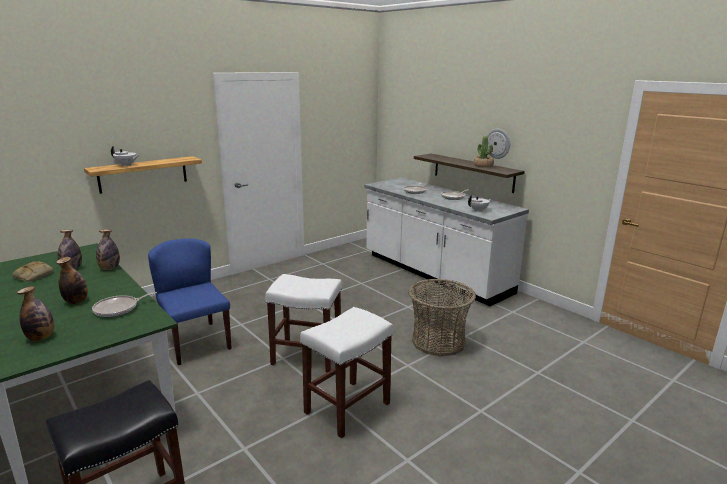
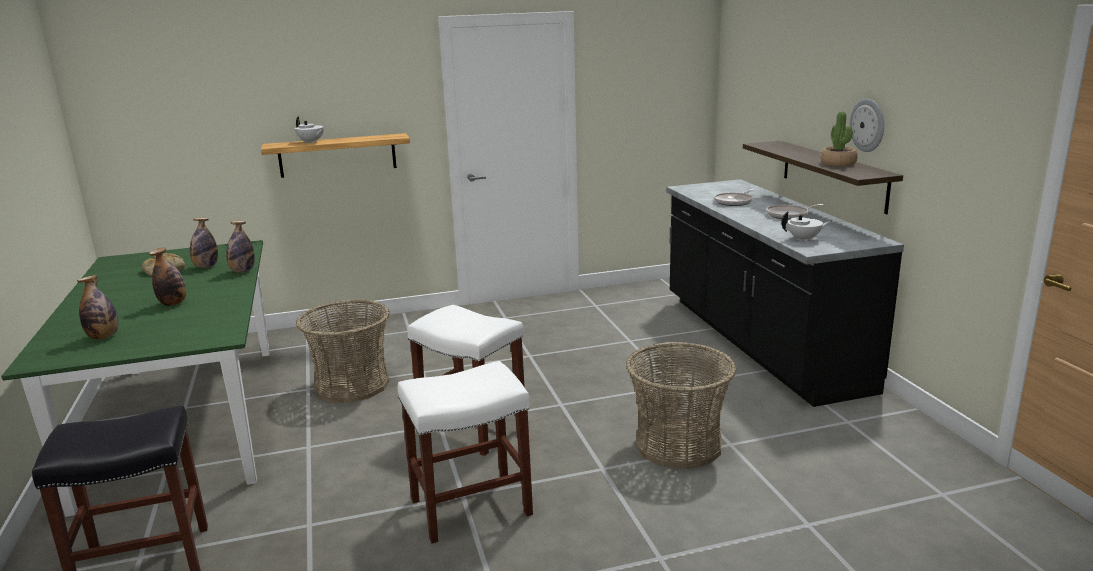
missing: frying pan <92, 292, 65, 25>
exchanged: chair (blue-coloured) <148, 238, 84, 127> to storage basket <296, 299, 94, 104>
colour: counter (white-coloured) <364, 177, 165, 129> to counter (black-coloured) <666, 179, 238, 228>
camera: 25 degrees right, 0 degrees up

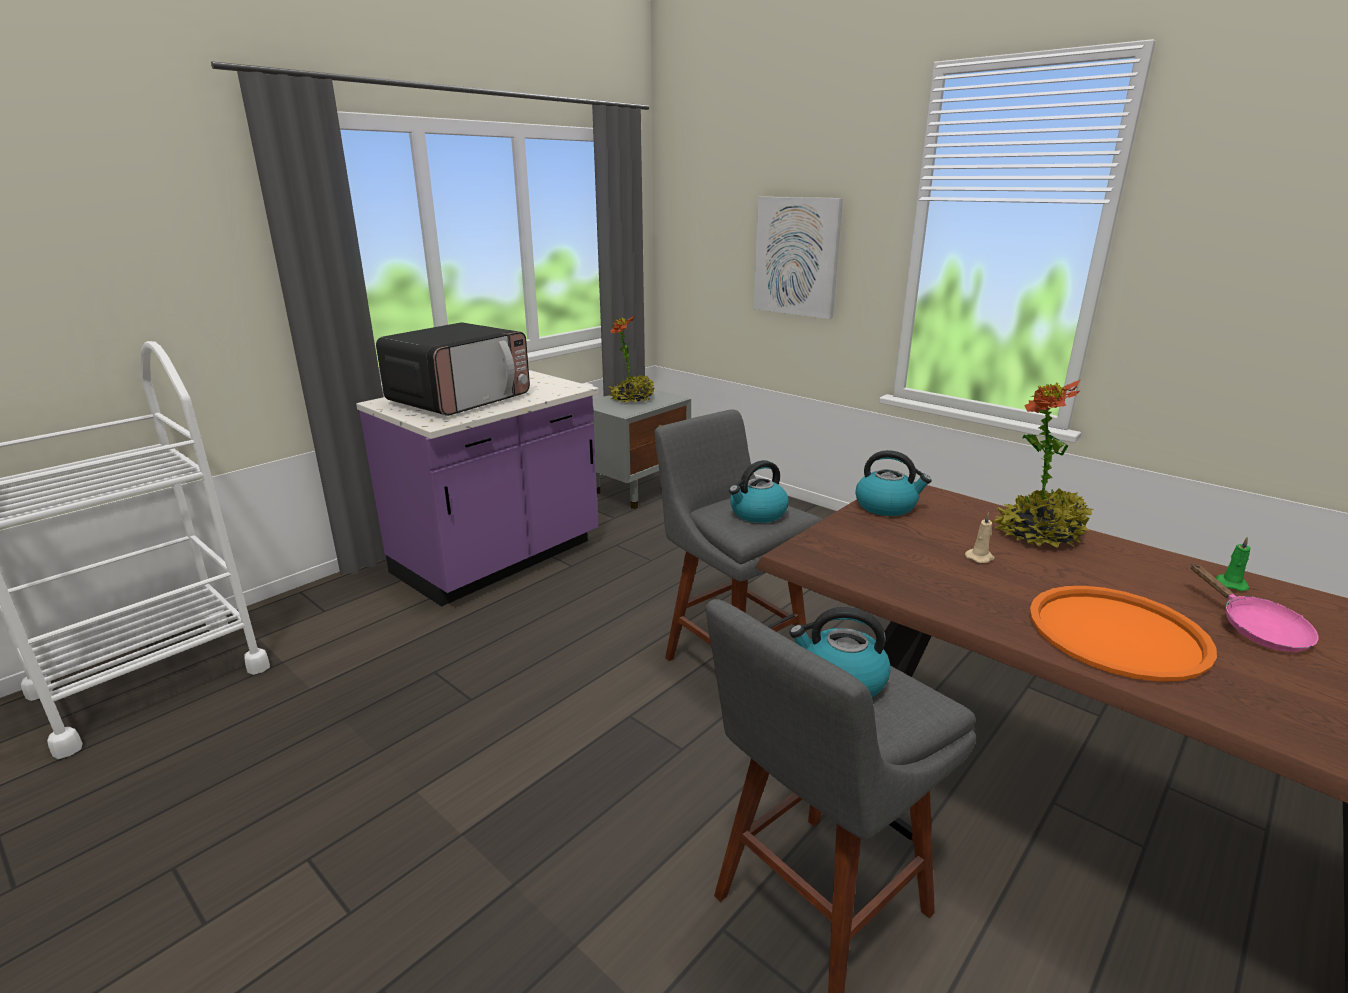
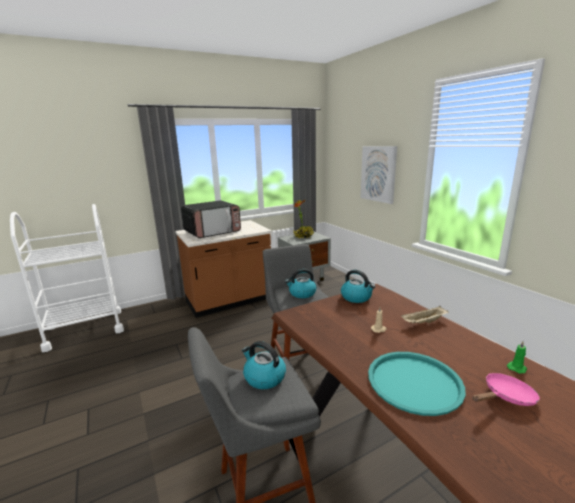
exchanged: plant in a pot <991, 379, 103, 169> to serving tray (beige-coloured) <401, 306, 47, 17>
colour: counter (purple) <356, 370, 243, 237> to counter (brownish) <175, 220, 97, 98>; serving tray (orangey) <1030, 586, 187, 96> to serving tray (blue-green) <368, 352, 98, 64>
spun: frying pan (pink) <1191, 563, 127, 89> = <473, 373, 67, 33> 120 degrees counterclockwise
camera: 20 degrees right, 5 degrees down

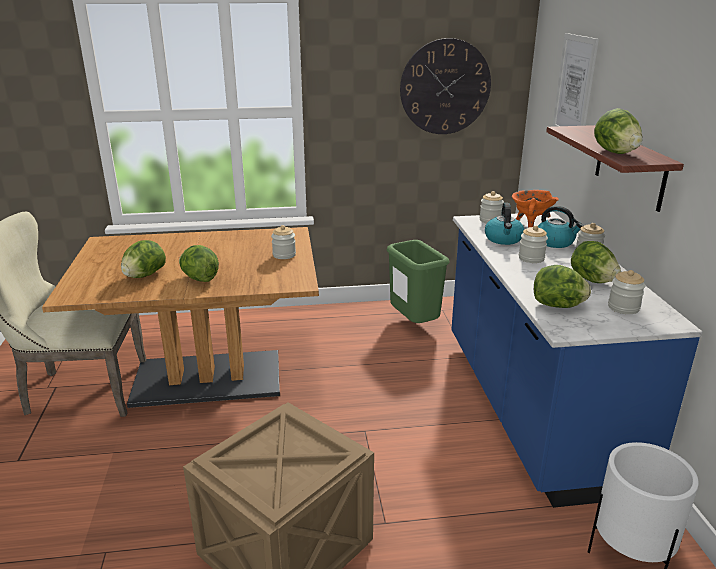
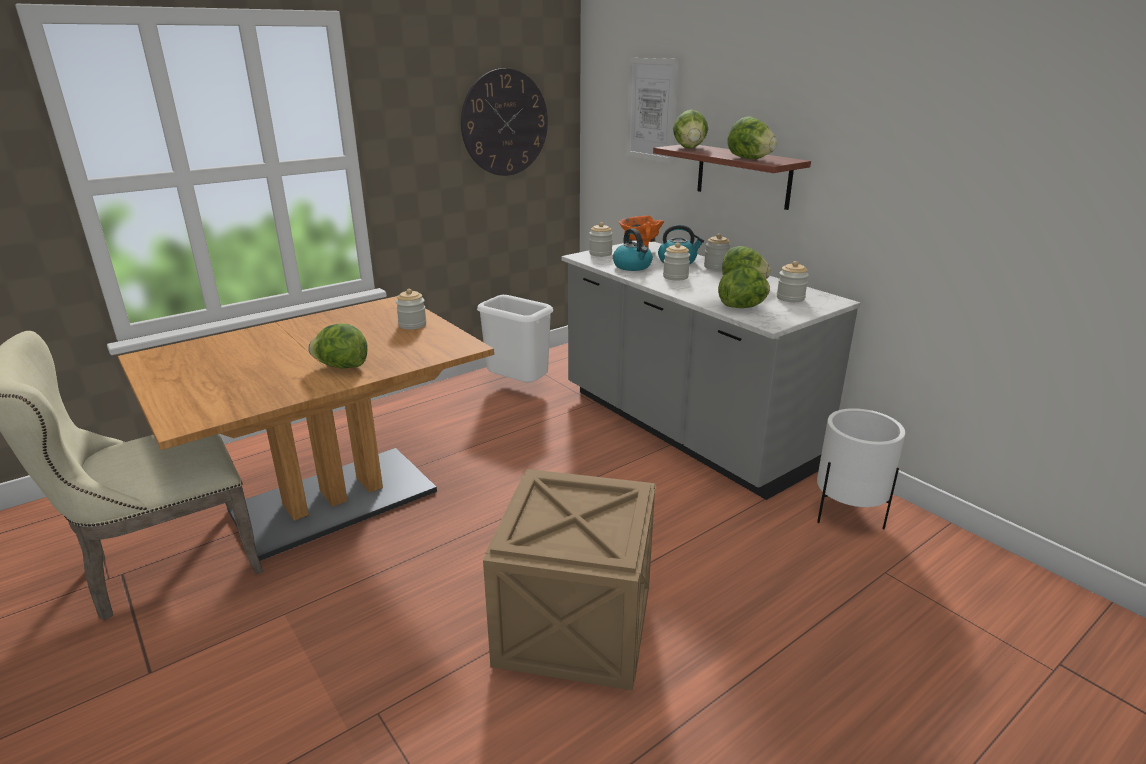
relocated: head of lettuce <121, 240, 45, 38> to <673, 109, 35, 40>
colour: waste bin (green) <387, 240, 62, 83> to waste bin (white-coloured) <477, 295, 76, 87>; counter (blue-coloured) <451, 212, 252, 296> to counter (gray) <562, 241, 298, 259>
camera: 30 degrees left, 0 degrees up

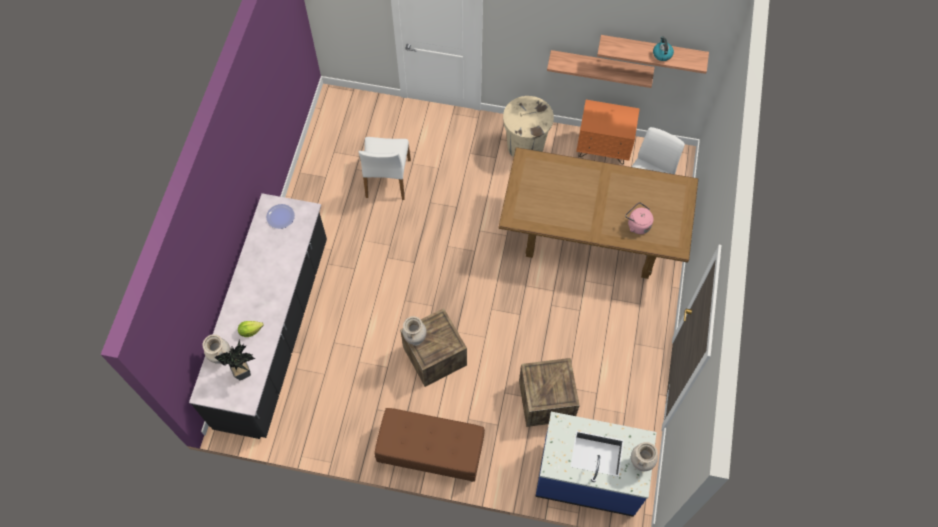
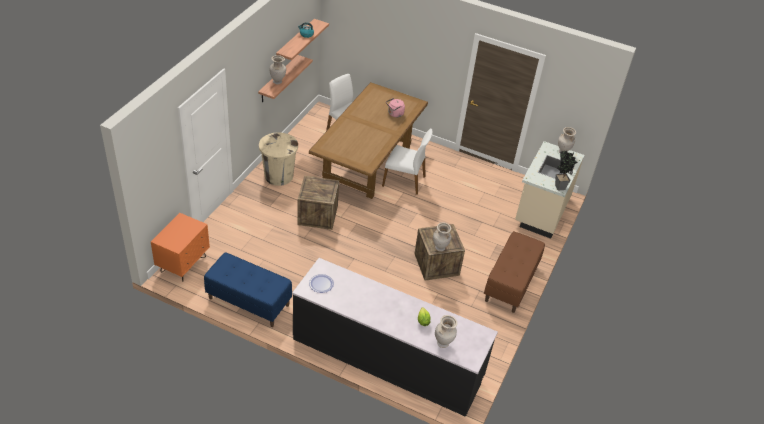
appeared: long seat (blue-coloured) <204, 252, 88, 75>; decorative vase (beige-coloured) <269, 55, 17, 30>
relocated: bedside table (orangey) <576, 100, 64, 65> to <151, 213, 59, 69>; crate <519, 358, 61, 69> to <297, 176, 42, 54>; chair (white-coloured) <358, 137, 53, 63> to <382, 128, 50, 67>; plant in a pot <215, 340, 40, 40> to <555, 151, 23, 40>
colour: counter (blue-coloured) <535, 412, 122, 105> to counter (beige-coloured) <515, 141, 69, 98>
camera: 80 degrees left, 20 degrees down

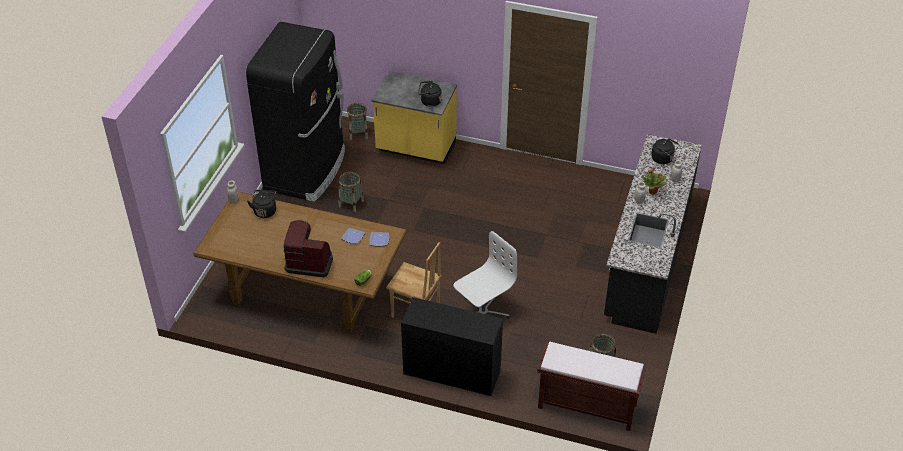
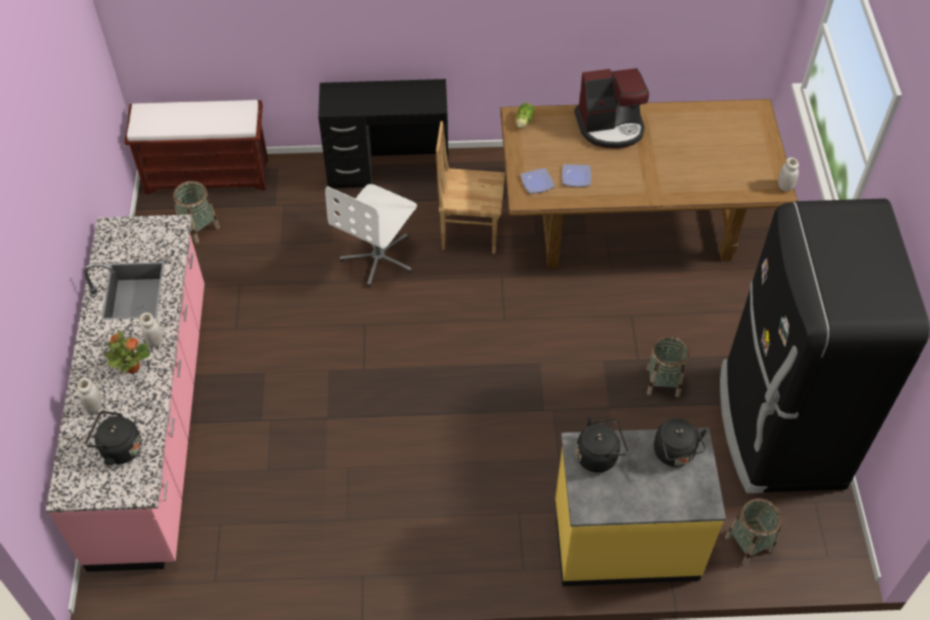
relocated: kettle (black-coloured) <247, 190, 29, 28> to <654, 418, 53, 49>
colour: counter (black-coloured) <604, 134, 98, 200> to counter (pink) <46, 215, 158, 357>
camera: 160 degrees right, 10 degrees up

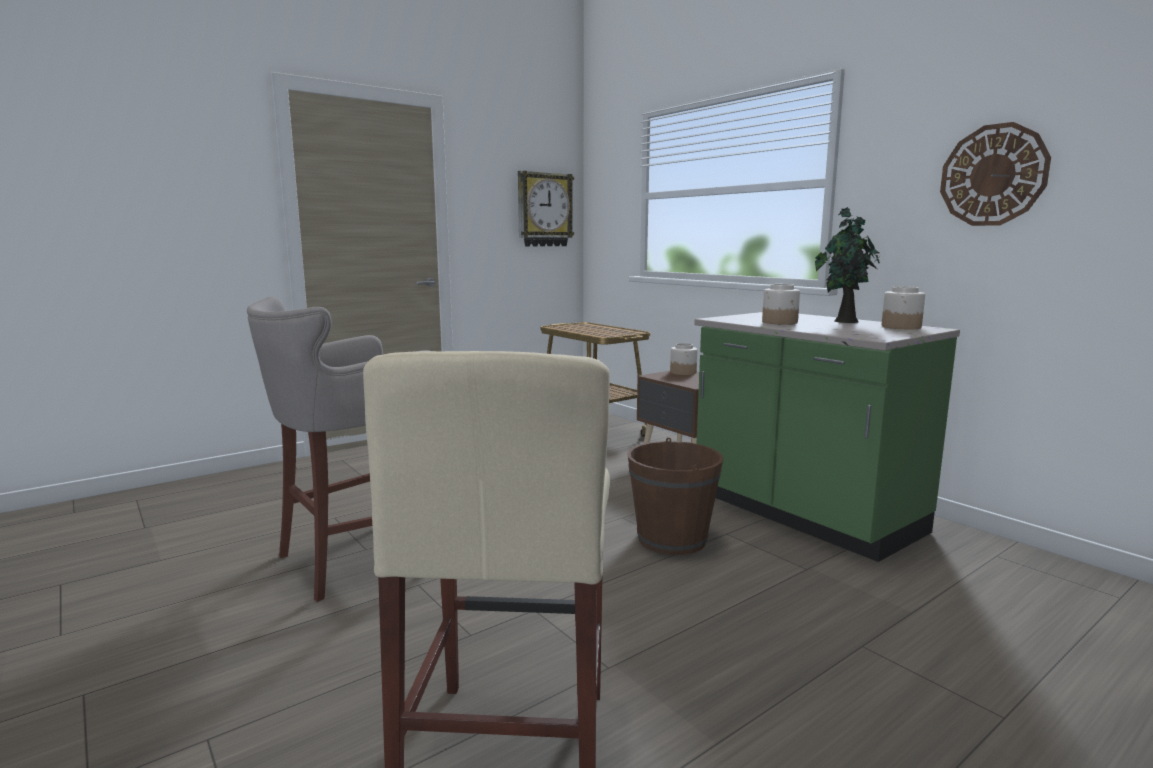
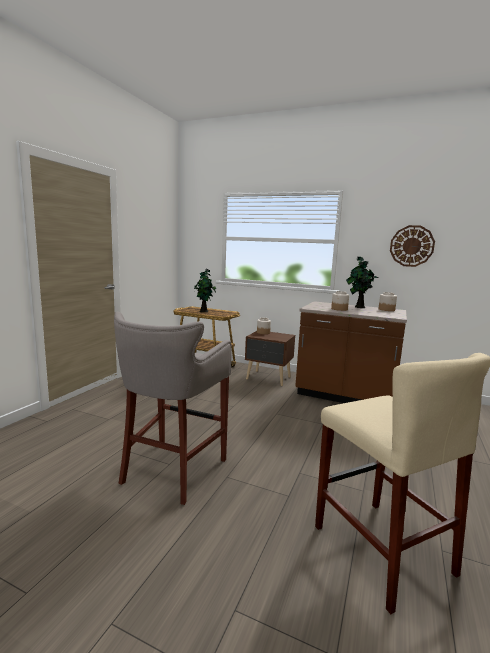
missing: hanging clock <518, 171, 56, 75>; water bucket (brownish) <627, 437, 96, 118>
appeared: plant in a pot <194, 269, 23, 44>
colour: counter (green) <694, 312, 266, 250> to counter (brownish) <295, 301, 112, 102>
camera: 30 degrees left, 0 degrees up

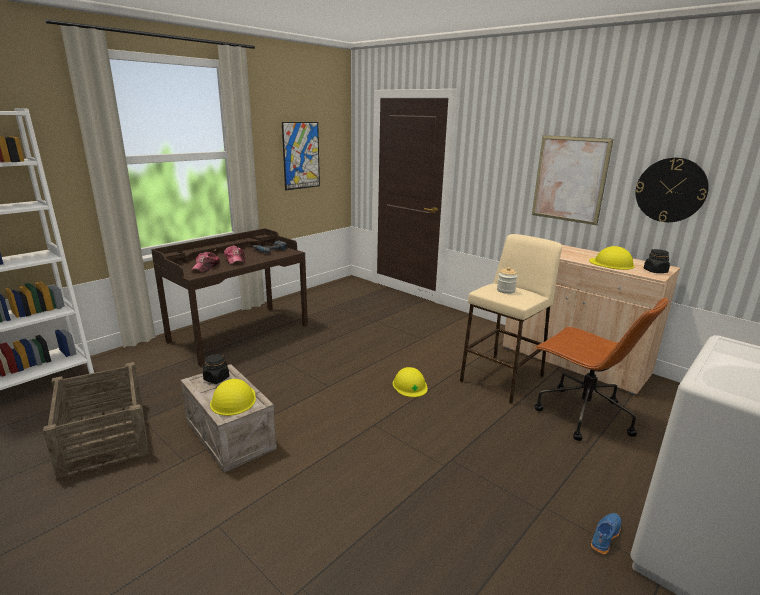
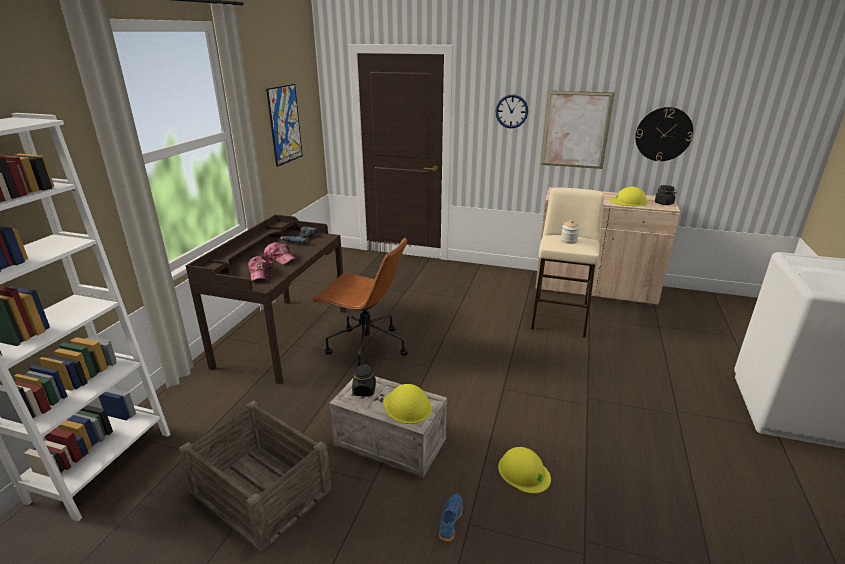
appeared: hanging clock <496, 94, 32, 34>
relocated: office chair (brownish) <534, 297, 134, 144> to <311, 237, 97, 130>; low shoe (blue-coloured) <591, 513, 30, 41> to <439, 493, 24, 49>; work helmet (yellow-coloured) <393, 367, 35, 30> to <498, 447, 53, 47>
camera: 25 degrees left, 5 degrees up

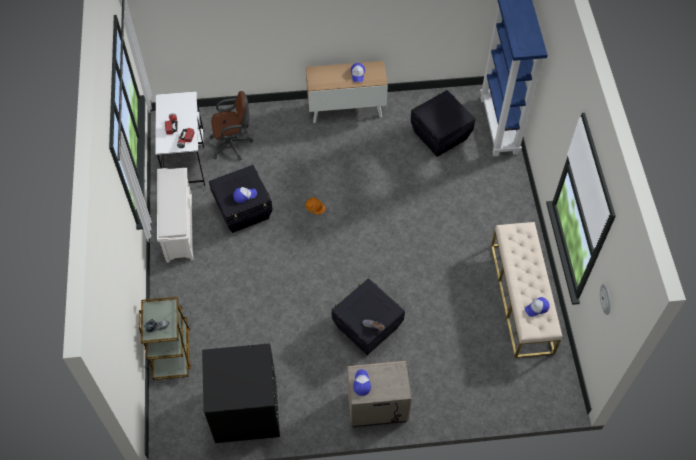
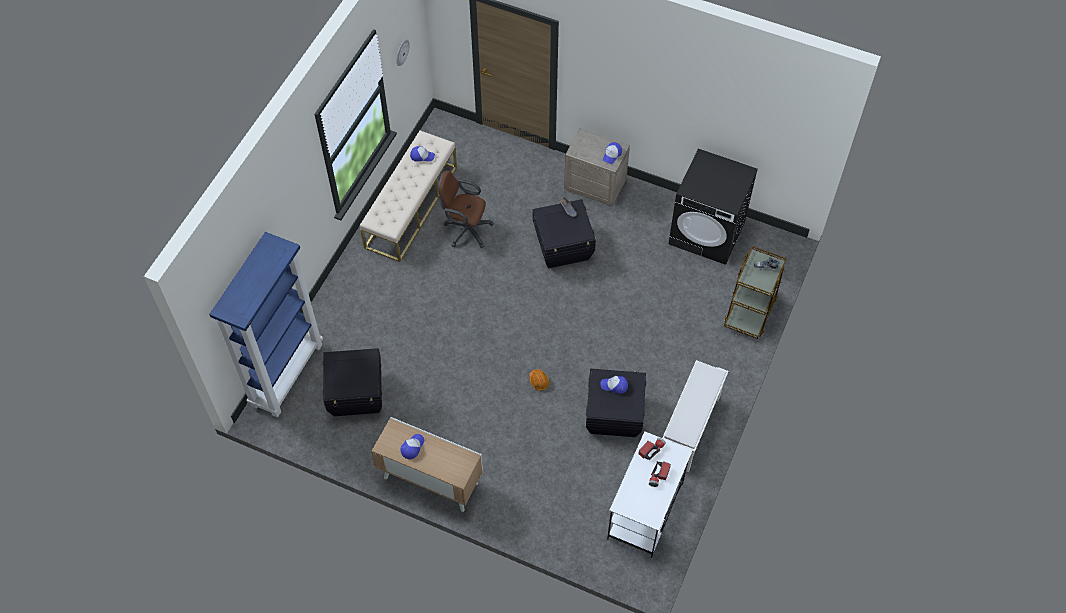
relocated: office chair (brownish) <209, 91, 44, 69> to <438, 171, 56, 77>
camera: 150 degrees left, 0 degrees up

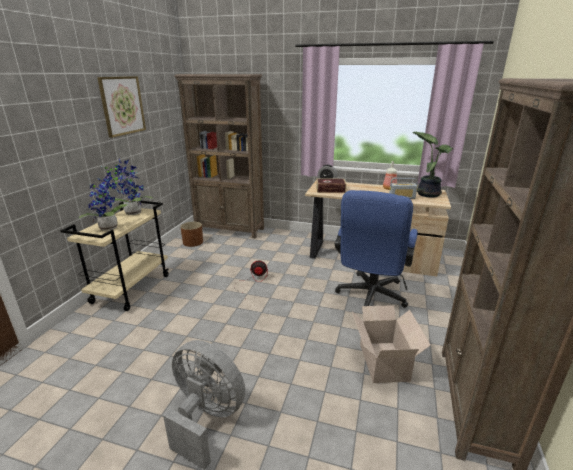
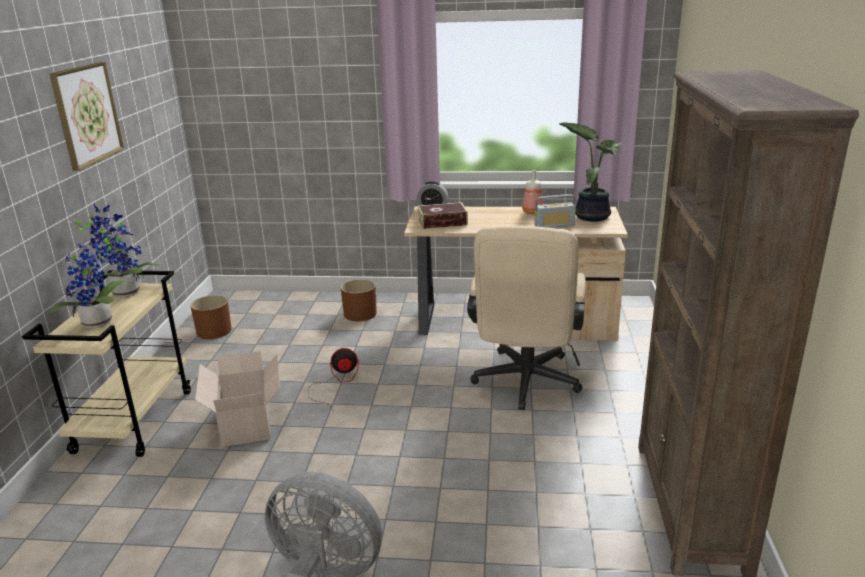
missing: bookshelf (brownish) <174, 74, 90, 165>
appeared: flower pot (brownish) <341, 279, 36, 42>
relocated: carton <352, 305, 79, 78> to <195, 351, 85, 96>
colour: office chair (blue-coloured) <335, 190, 83, 124> to office chair (beige-coloured) <467, 226, 119, 184>
camera: 10 degrees left, 0 degrees up

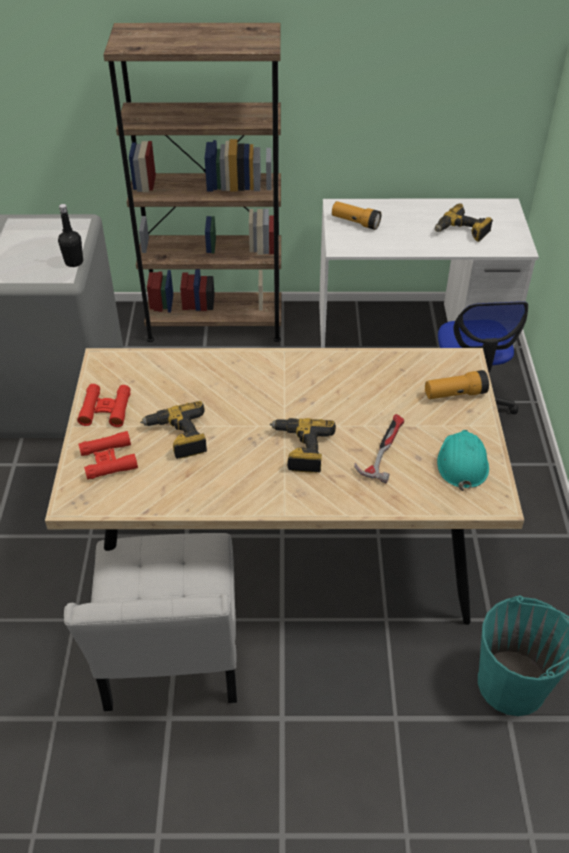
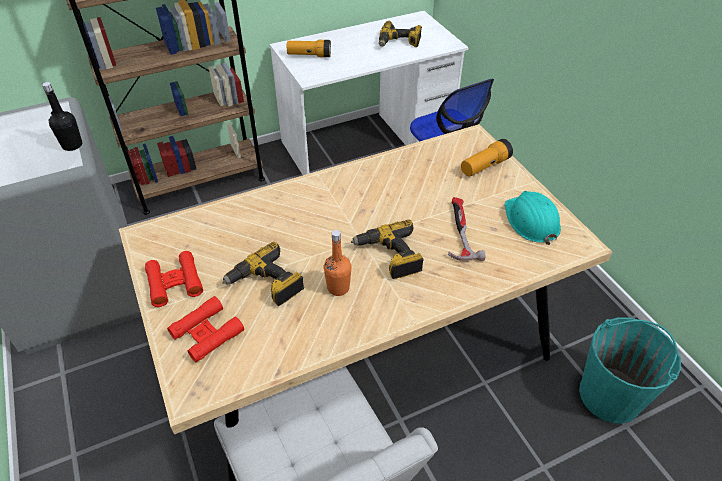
appeared: drink bottle (orangey) <324, 230, 28, 66>
camera: 25 degrees left, 0 degrees up

